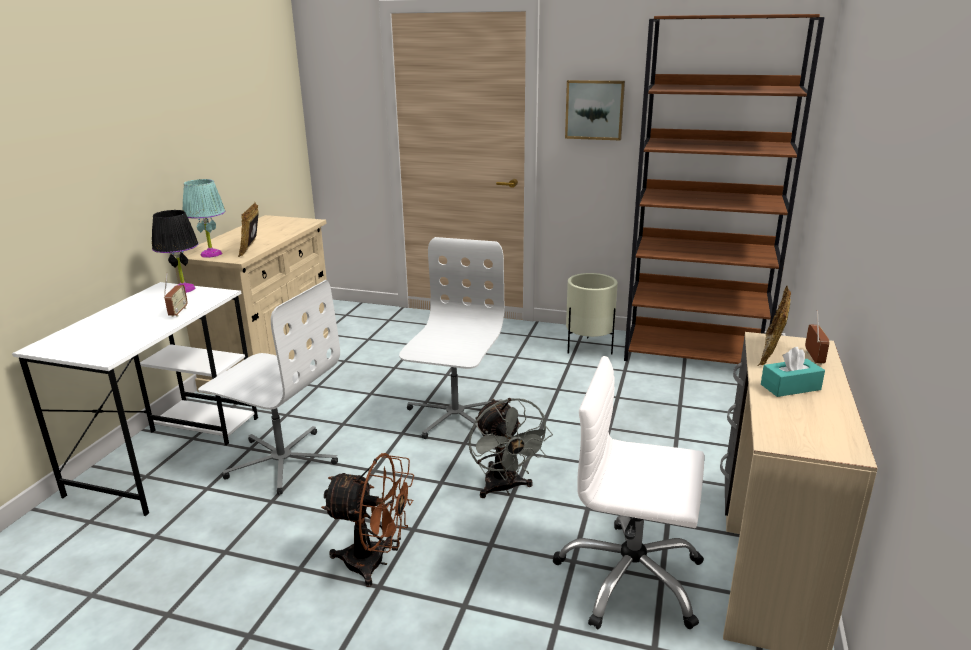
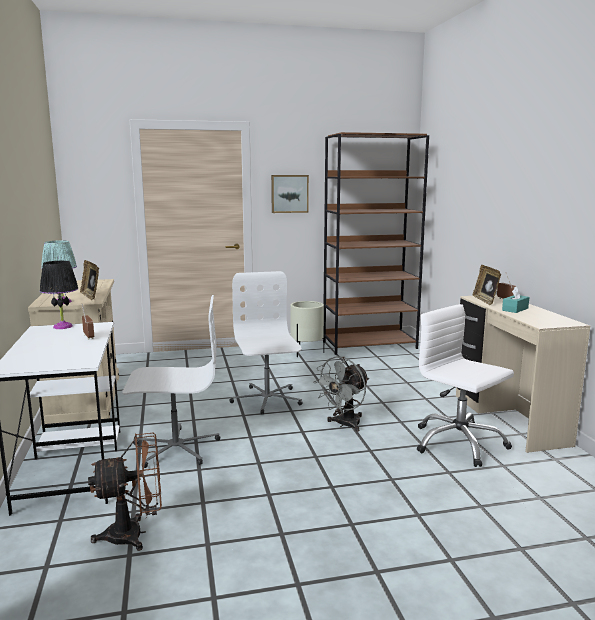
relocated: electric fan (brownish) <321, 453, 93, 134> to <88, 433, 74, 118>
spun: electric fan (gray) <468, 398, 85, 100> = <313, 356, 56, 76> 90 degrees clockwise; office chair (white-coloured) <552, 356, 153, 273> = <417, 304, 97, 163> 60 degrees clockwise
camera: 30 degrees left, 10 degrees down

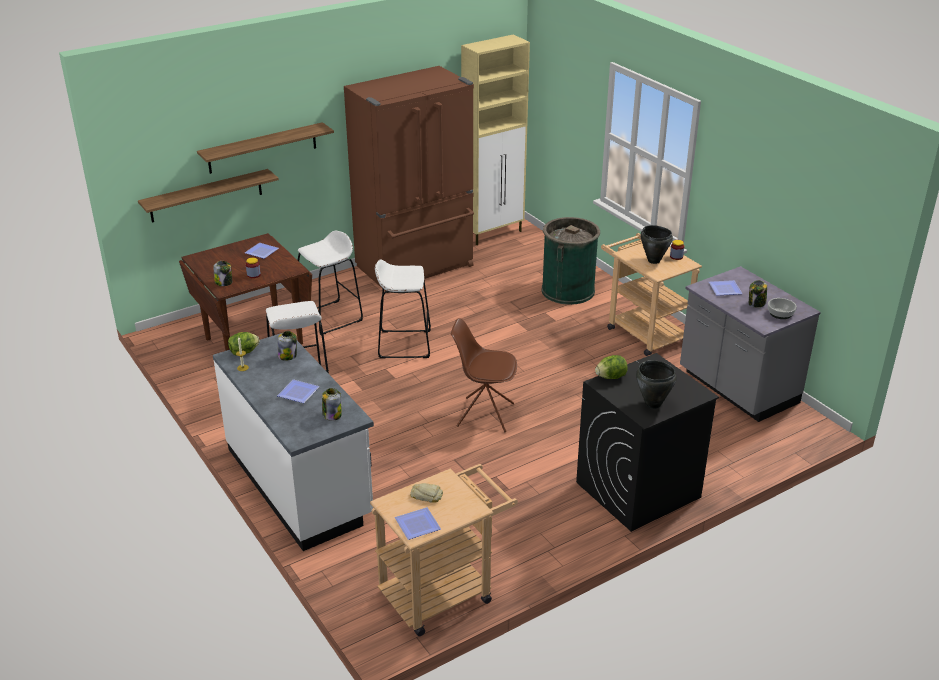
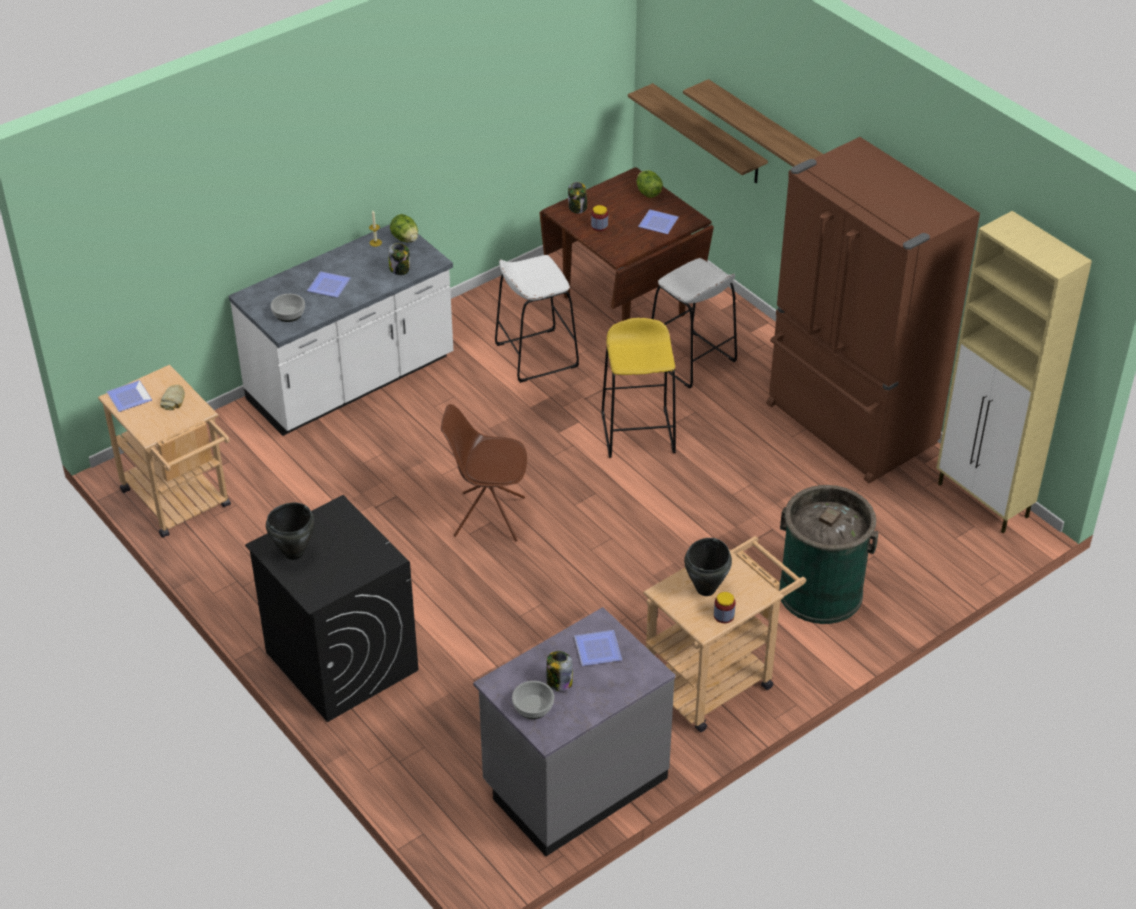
relocated: head of lettuce <595, 355, 33, 24> to <637, 170, 26, 28>
exchanged: storage jar <322, 388, 20, 33> to deep dish <271, 294, 34, 28>
colour: sitting stool (white-coloured) <375, 259, 56, 100> to sitting stool (yellow-coloured) <601, 318, 75, 140>
spun: chair (brownish) <451, 318, 66, 114> = <441, 404, 86, 137> 90 degrees counterclockwise
camera: 85 degrees right, 10 degrees up

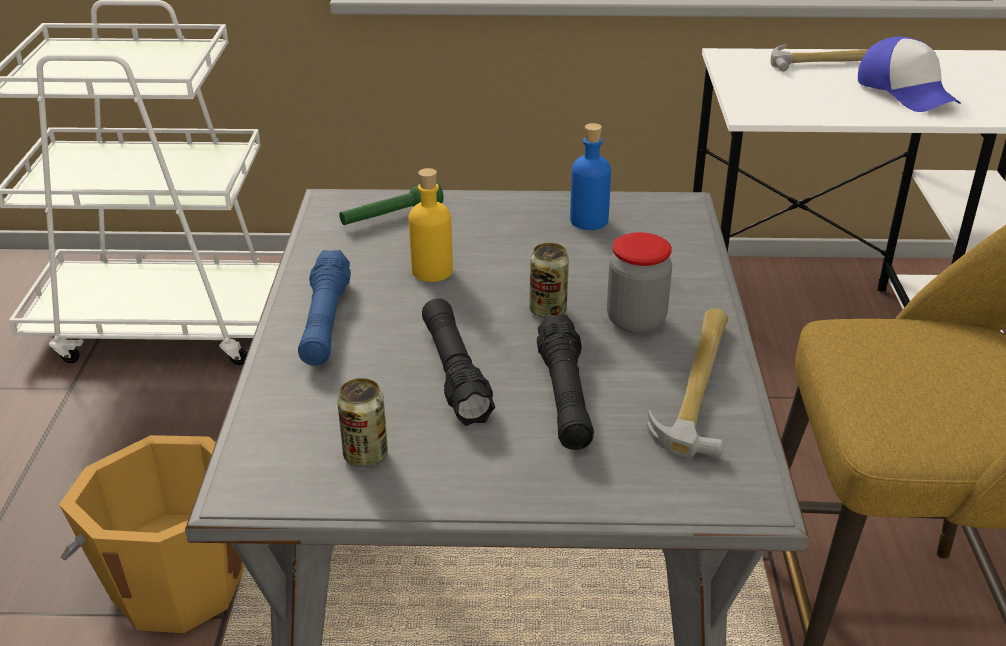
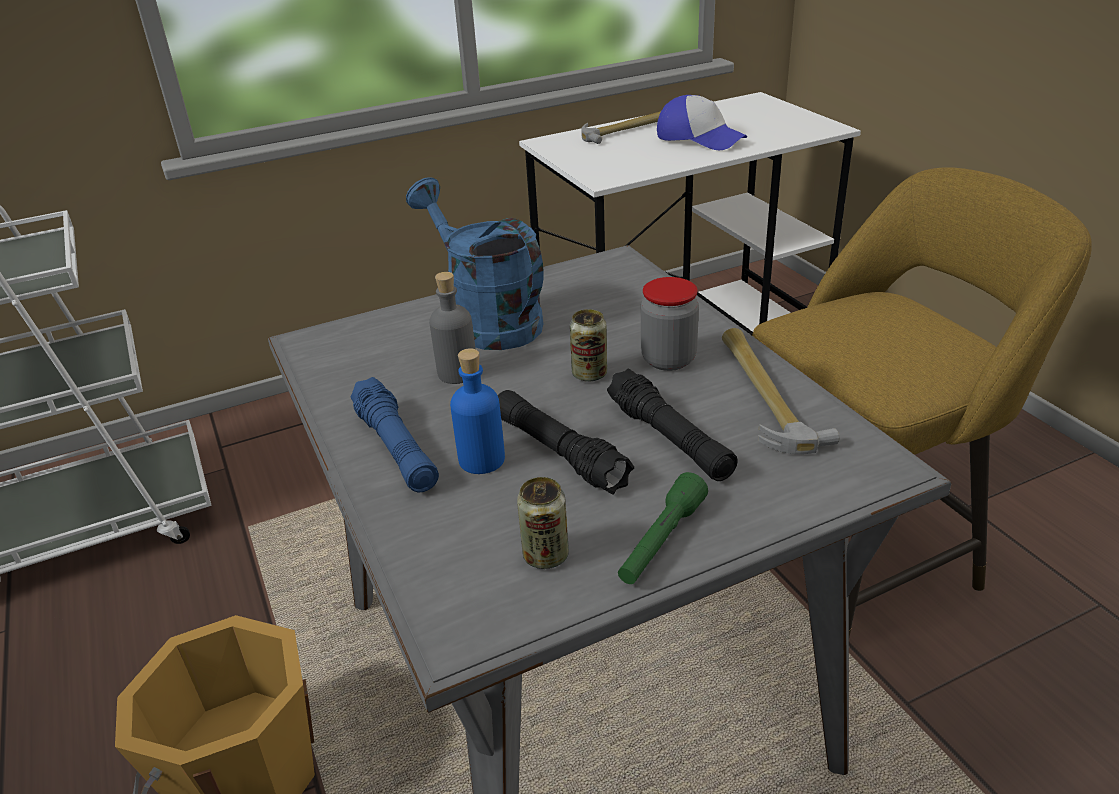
appeared: watering can (blue-coloured) <406, 177, 138, 173>
relocated: drink bottle (blue-coloured) <570, 123, 41, 107> to <450, 348, 55, 126>; flashlight (green) <339, 181, 105, 44> to <618, 472, 90, 112>
colour: drink bottle (yellow-coloured) <409, 168, 44, 114> to drink bottle (gray) <429, 272, 46, 112>
camera: 25 degrees left, 0 degrees up

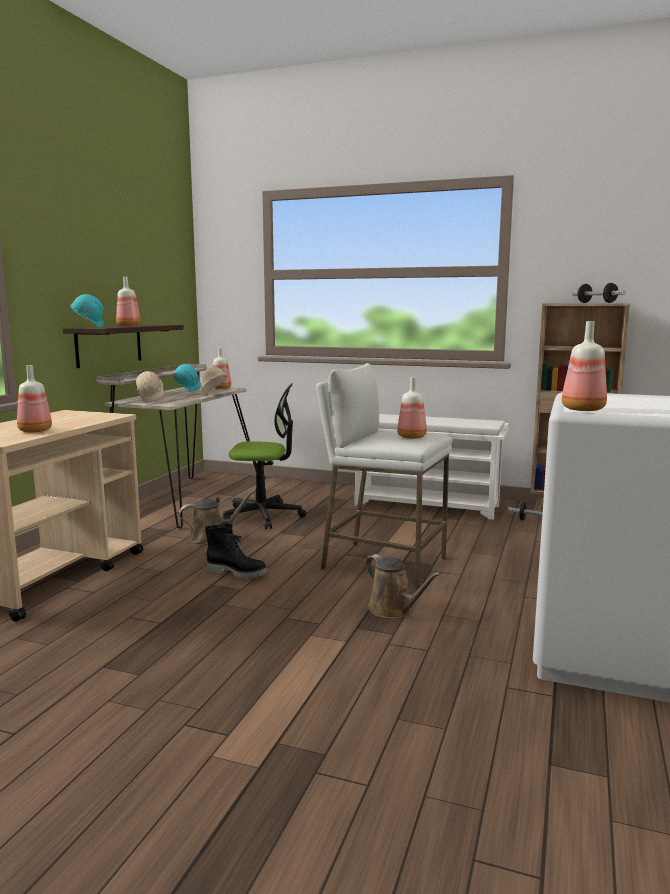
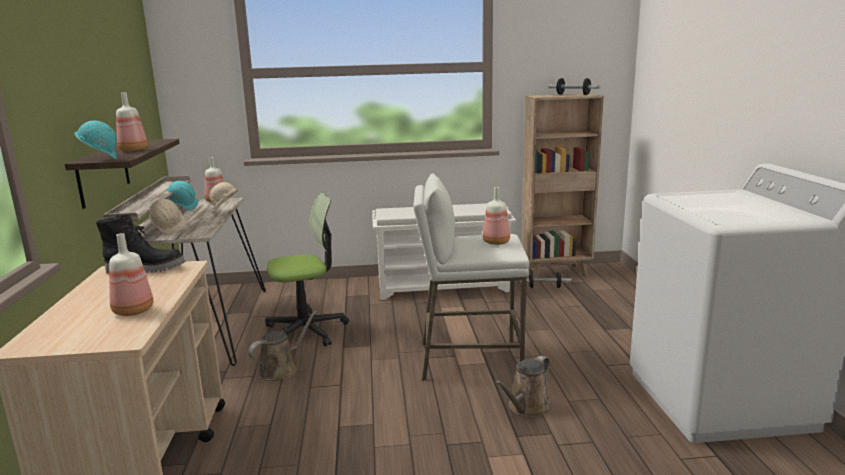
missing: drink bottle <562, 321, 45, 90>
relocated: boot (black-coloured) <205, 523, 63, 56> to <96, 214, 89, 60>
spun: watering can (brownish) <365, 554, 76, 65> = <494, 356, 58, 61> 105 degrees clockwise
camera: 25 degrees left, 5 degrees up

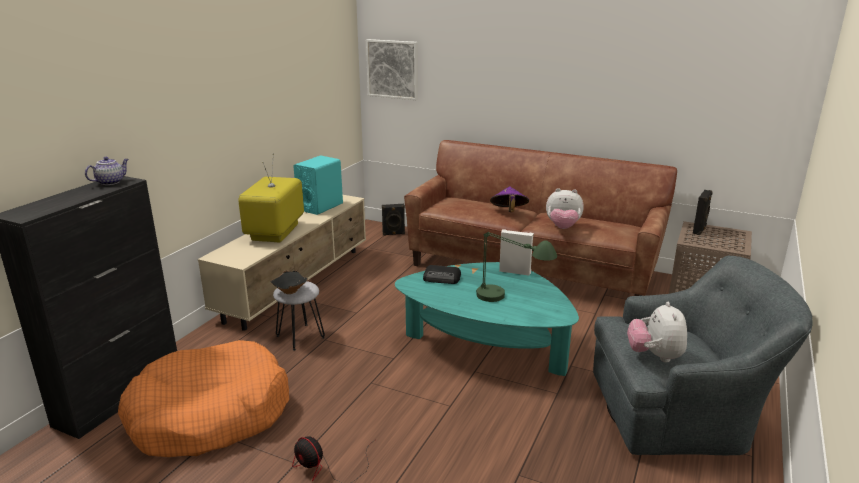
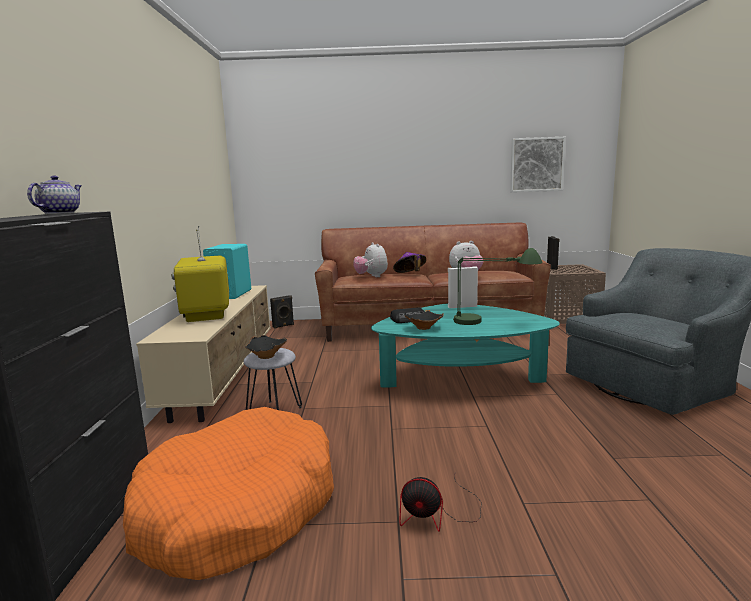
appeared: deep dish (black-coloured) <404, 311, 40, 19>
relocated: soft toy <627, 302, 60, 60> to <353, 242, 35, 35>; wall picture <366, 39, 52, 61> to <510, 137, 56, 55>
camera: 25 degrees left, 10 degrees down

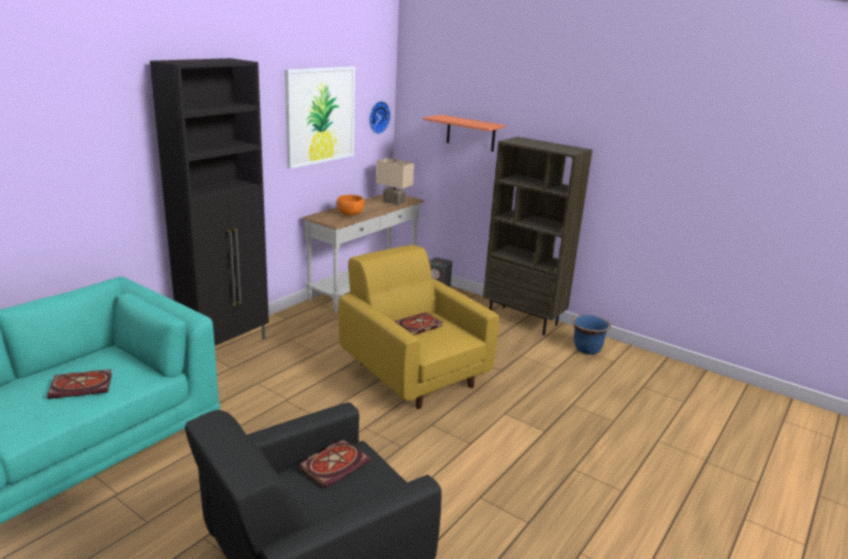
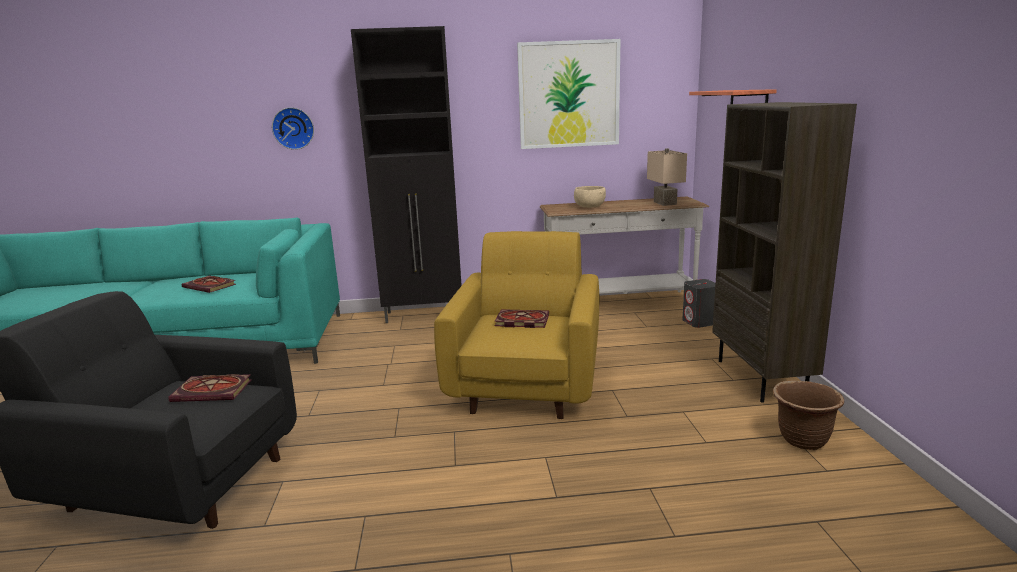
relocated: hanging clock <369, 101, 21, 33> to <272, 107, 42, 43>
colour: deep dish (orangey) <337, 195, 28, 21> to deep dish (beige-coloured) <574, 186, 32, 22>; flower pot (blue-coloured) <572, 315, 39, 40> to flower pot (brownish) <773, 380, 71, 70>
camera: 50 degrees right, 5 degrees down

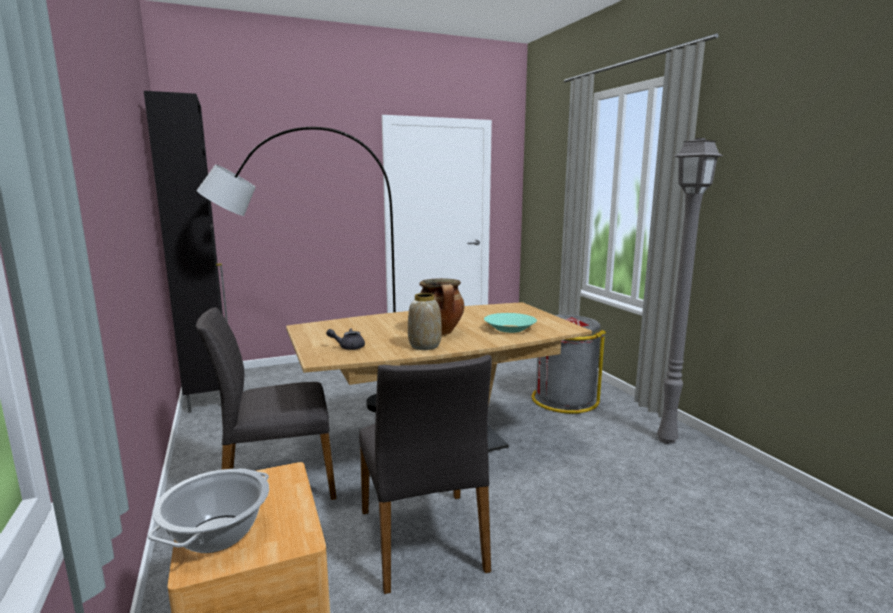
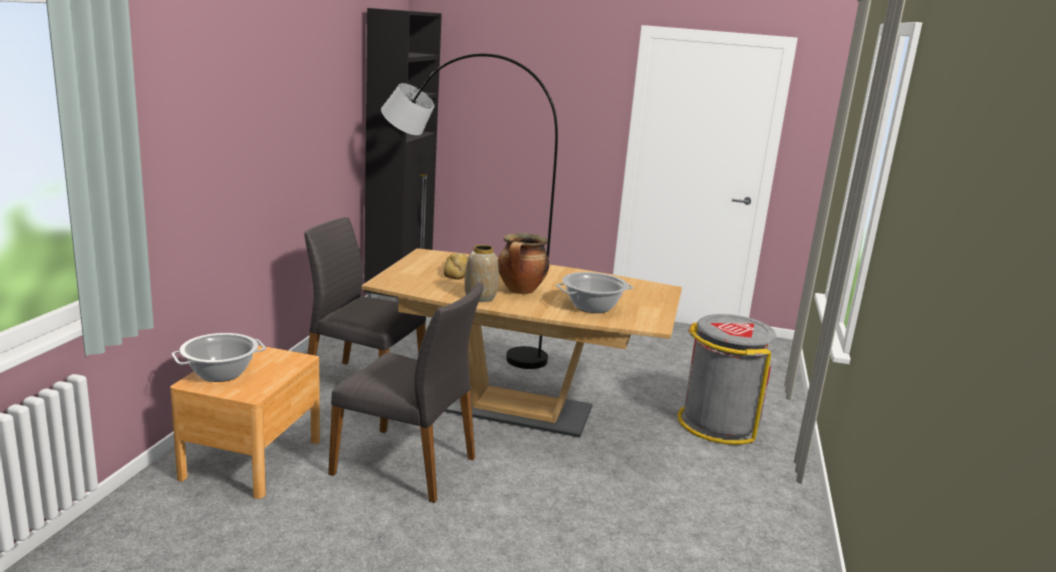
missing: tea pot (gray) <326, 329, 39, 21>; standing lamp (gray) <657, 138, 66, 306>
appeared: bakery bread <444, 253, 24, 27>
exchanged: deep dish (blue-green) <484, 313, 53, 20> to saucepot <556, 272, 77, 41>
spun: chair (gray) <359, 355, 133, 239> = <328, 282, 155, 221> 90 degrees counterclockwise
camera: 35 degrees right, 5 degrees up

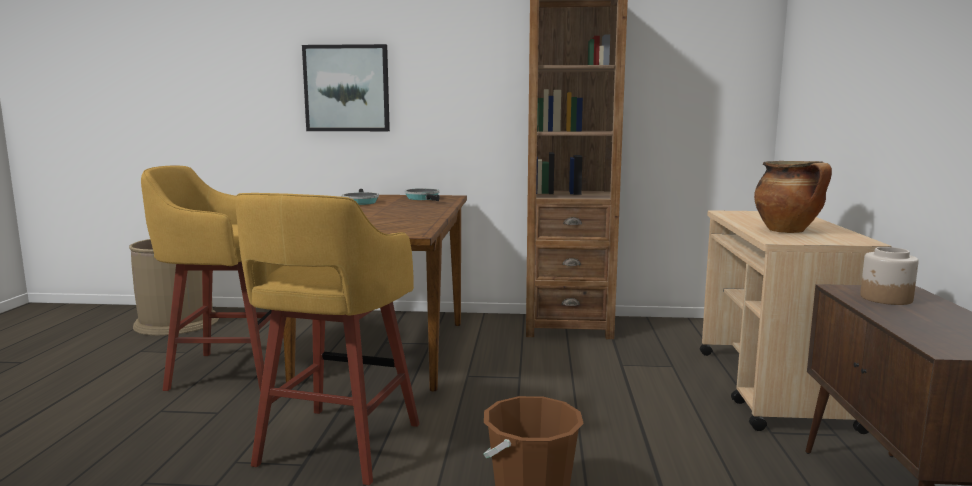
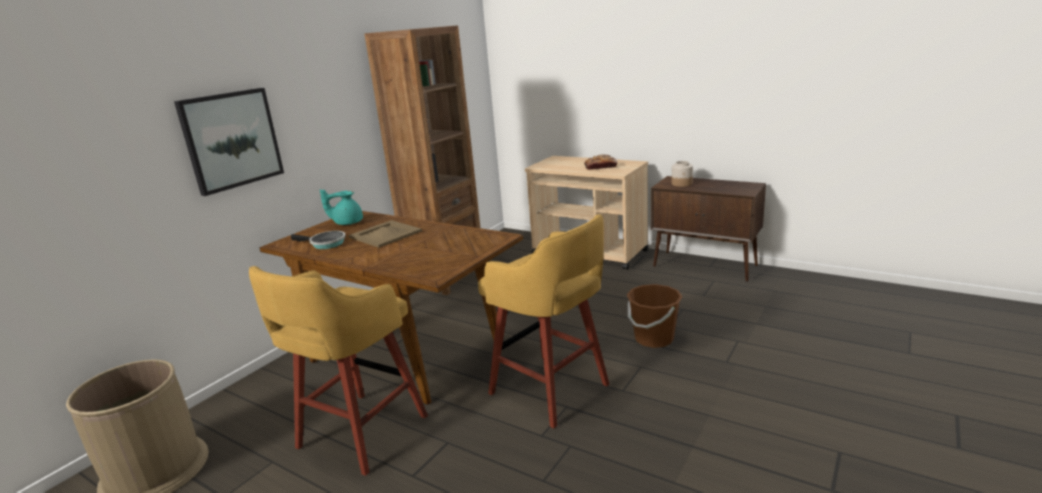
appeared: serving tray (beige-coloured) <349, 220, 73, 28>
exchanged: frying pan <404, 188, 36, 13> to tea pot (blue-green) <320, 189, 43, 36>; saucepot <754, 161, 78, 72> to bakery bread <584, 154, 34, 16>
camera: 60 degrees left, 10 degrees up

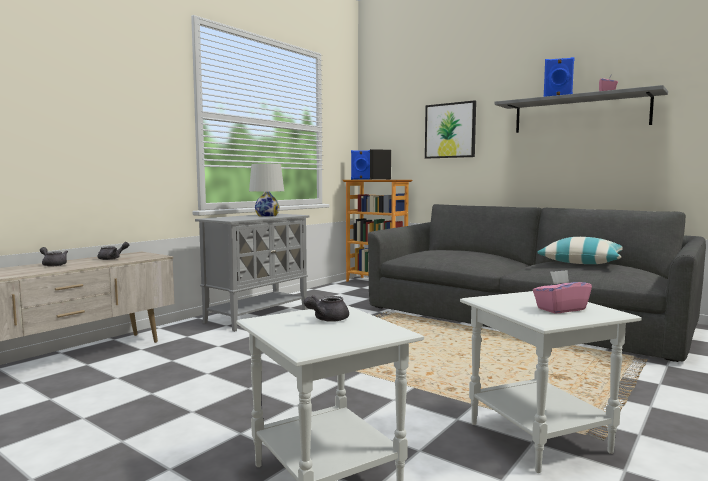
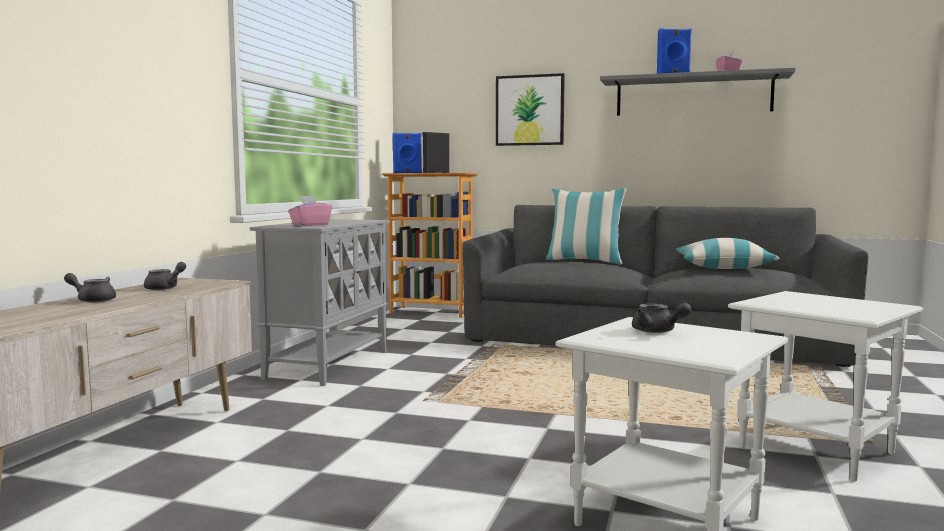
missing: tabletop lamp (white-coloured) <249, 164, 35, 53>
appeared: throw pillow <546, 188, 81, 77>
relocated: box of tissues (pink) <533, 270, 59, 43> to <288, 196, 44, 30>
spun: tea pot (gray) <304, 295, 45, 27> = <632, 303, 59, 30> 60 degrees counterclockwise
camera: 20 degrees left, 0 degrees up

